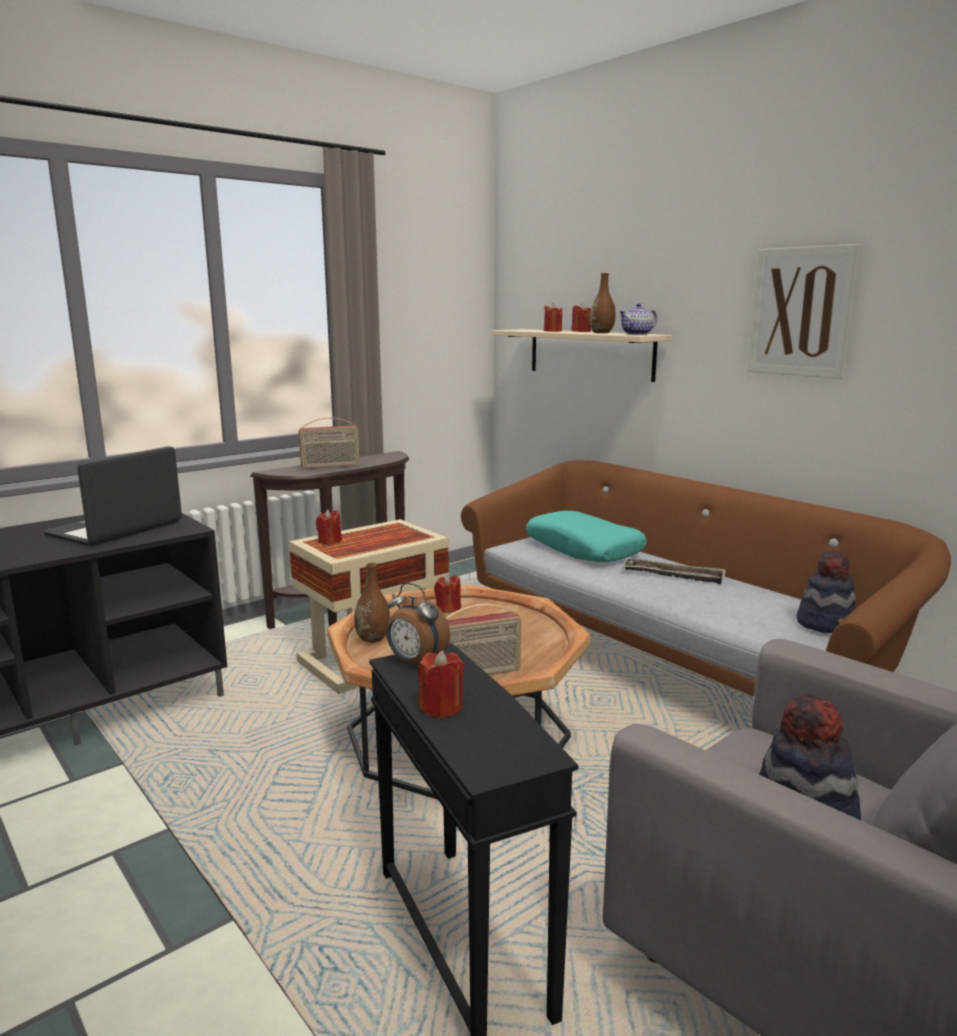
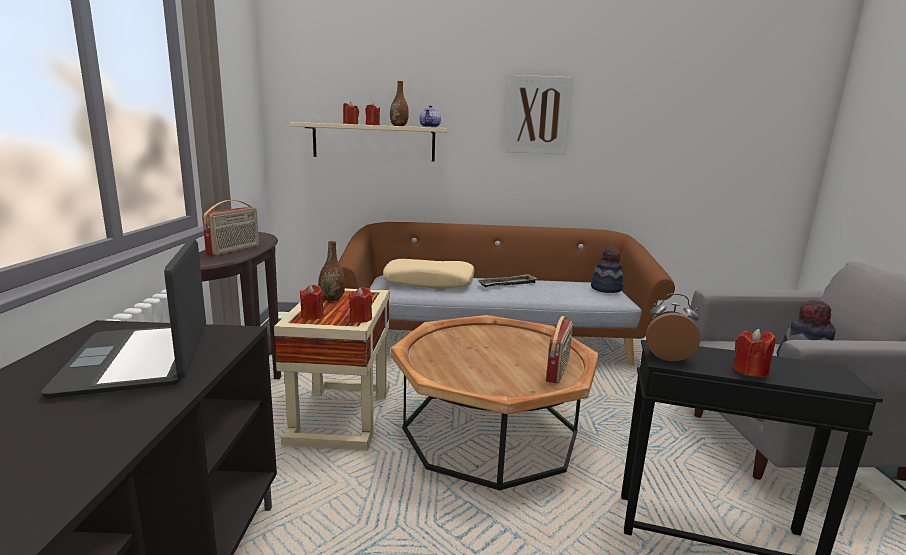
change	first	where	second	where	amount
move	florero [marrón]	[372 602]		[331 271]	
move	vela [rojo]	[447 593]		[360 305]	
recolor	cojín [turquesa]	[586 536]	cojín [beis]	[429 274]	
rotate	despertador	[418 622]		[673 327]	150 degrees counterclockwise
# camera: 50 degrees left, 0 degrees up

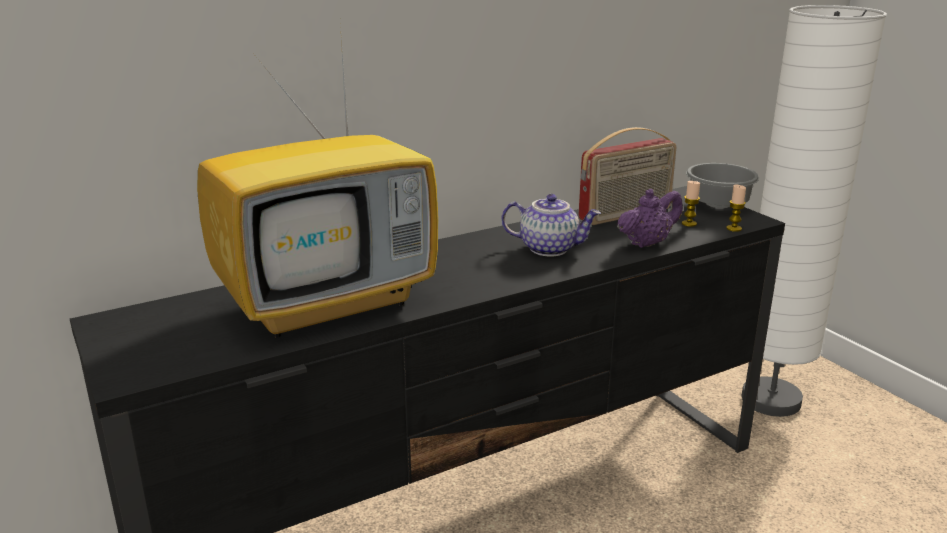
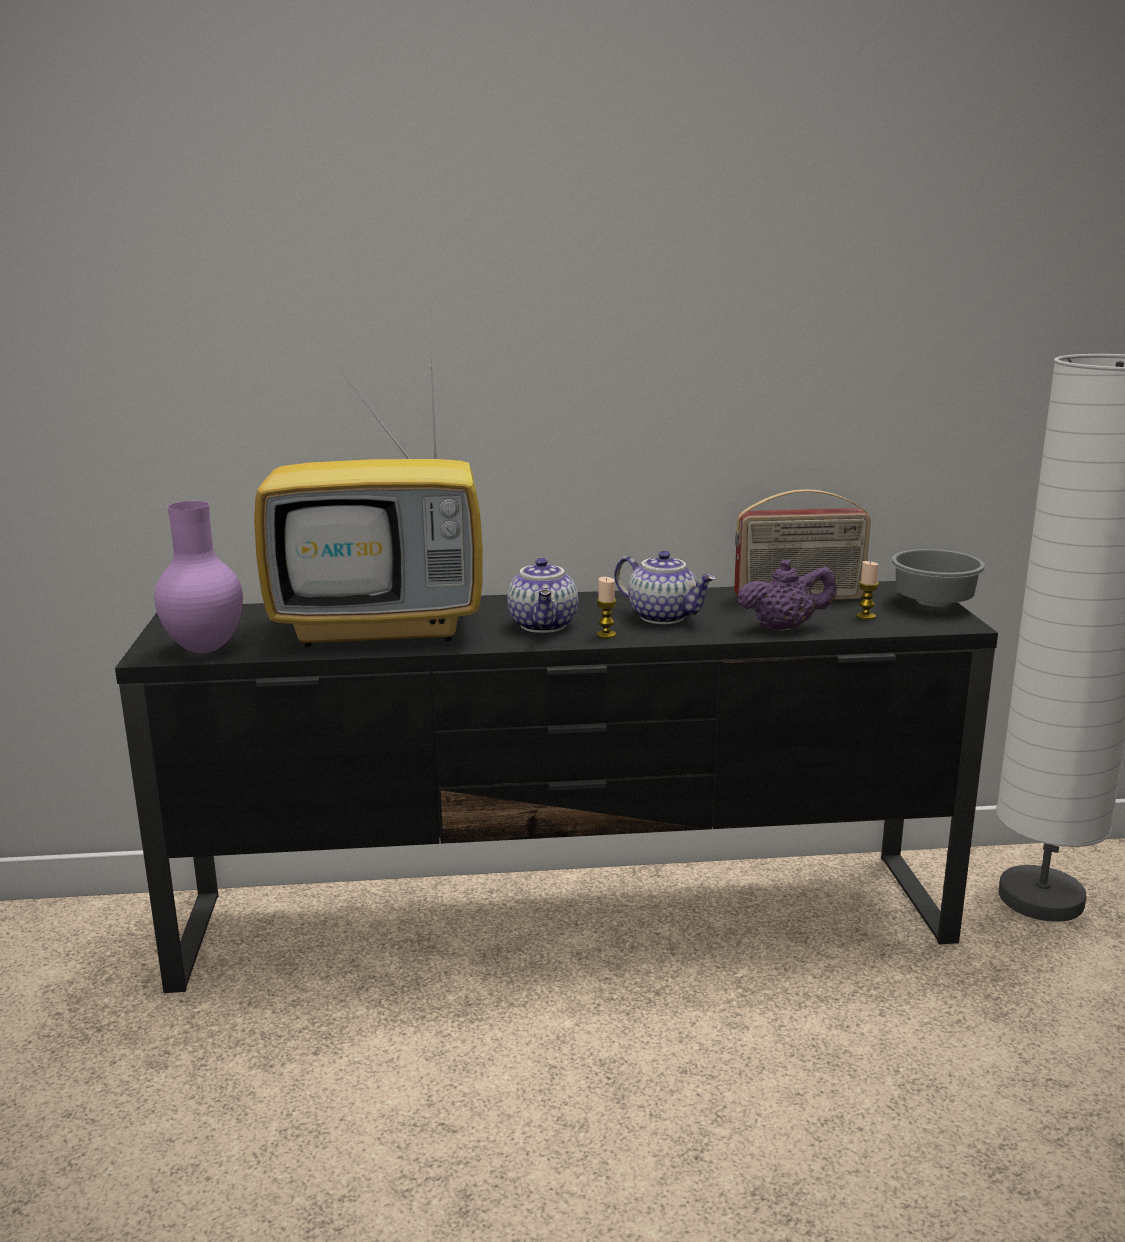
change	first	where	second	where	amount
insert			florero [morado]	[198 577]	
insert			tetera	[542 595]	
move	vela	[736 208]		[606 607]	
# camera: 25 degrees right, 5 degrees down

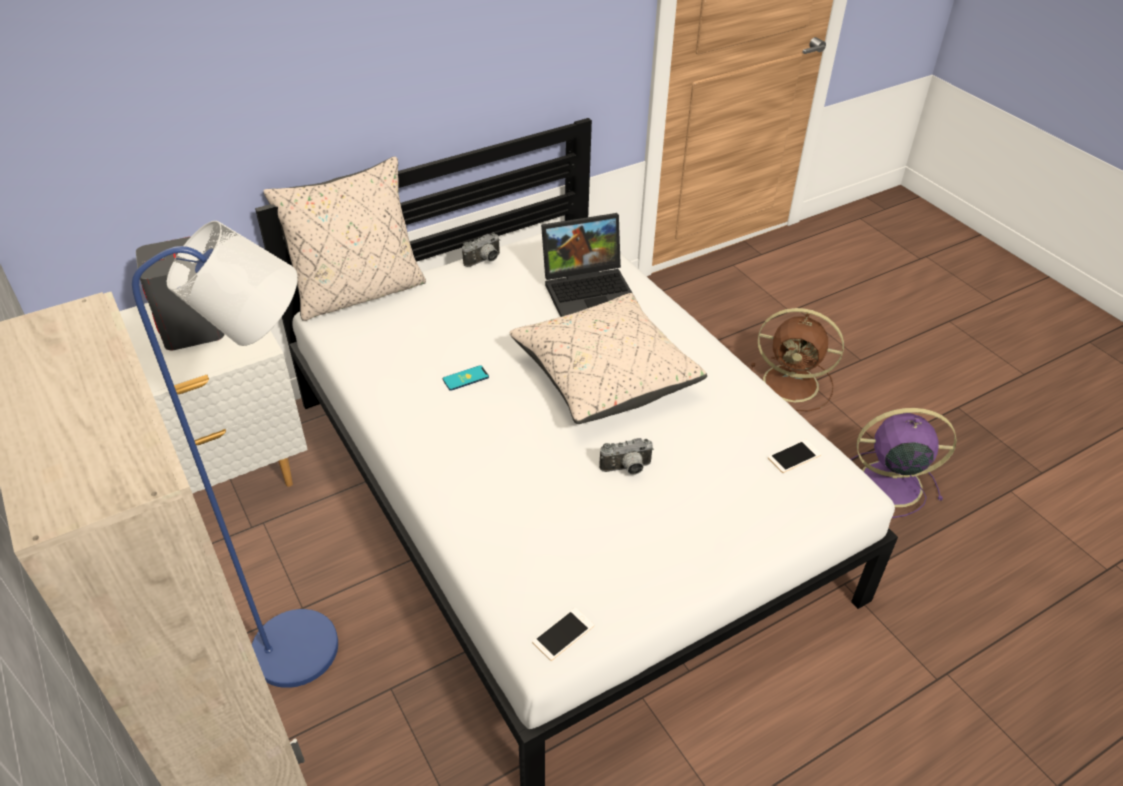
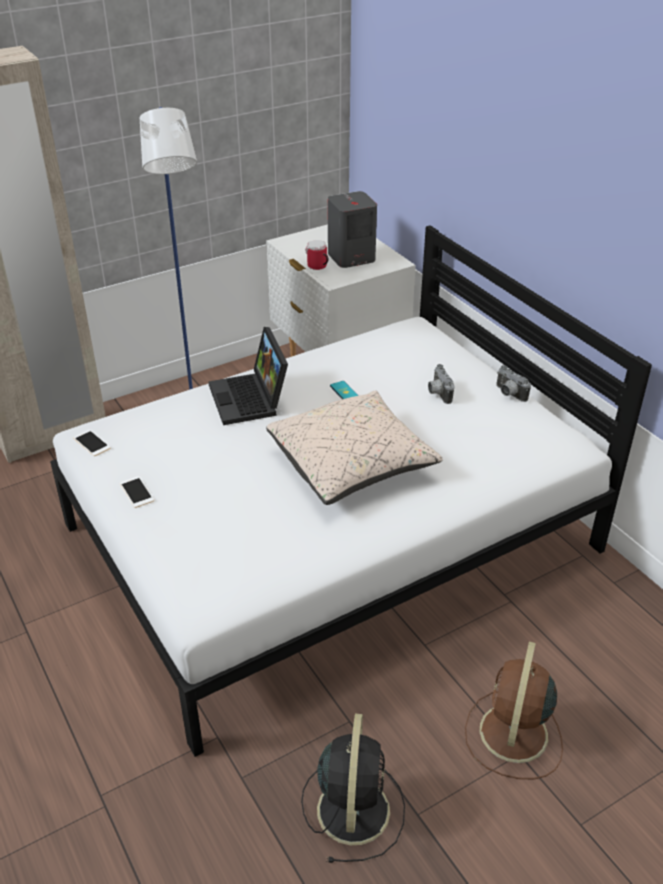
change	first	where	second	where	amount
delete	cojín [beis]	[344 239]			
insert			taza grande	[317 255]	
move	portátil	[589 265]		[248 376]	
move	cámara	[626 456]		[441 384]	
move	móvil	[794 456]		[137 492]	
recolor	ventilador [morado]	[903 463]	ventilador [negro]	[353 788]	
# camera: 90 degrees right, 5 degrees down

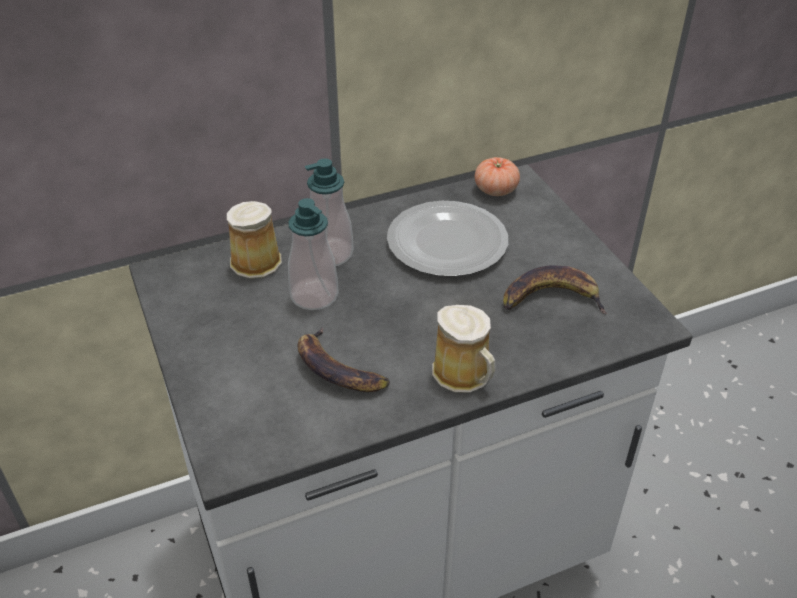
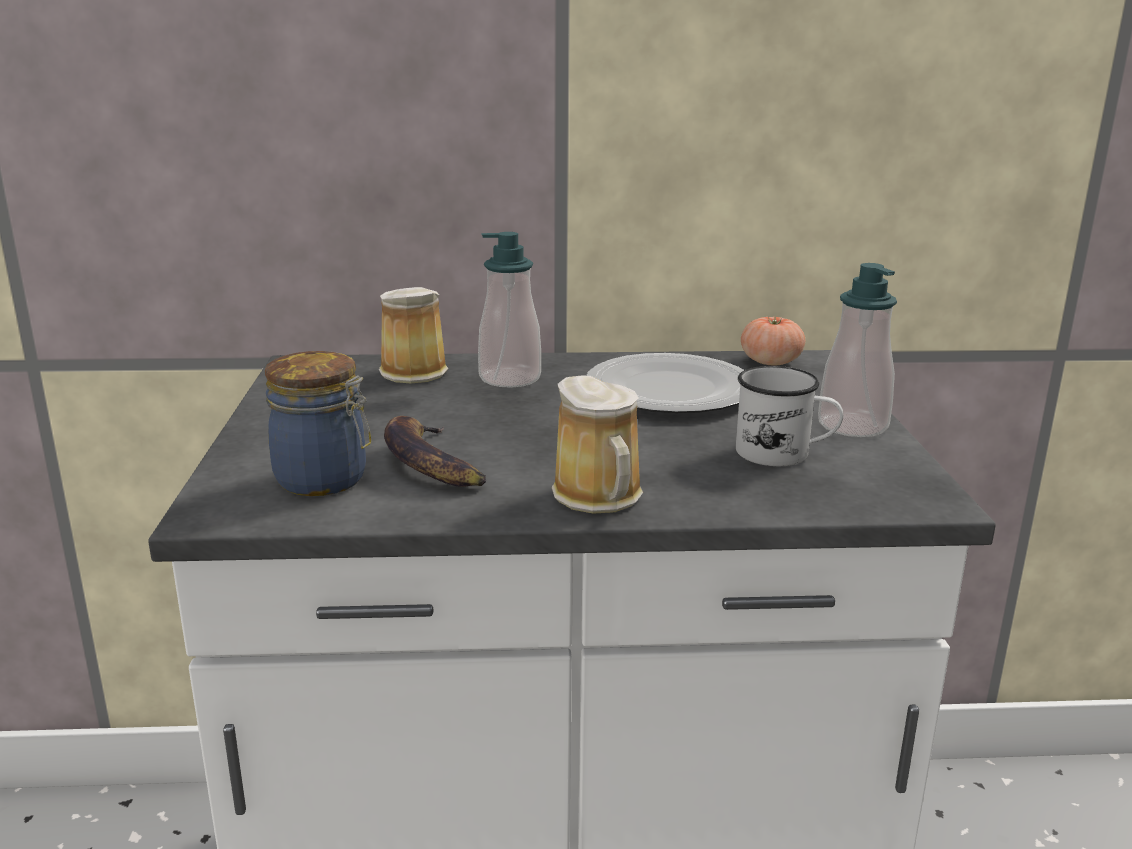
change	first	where	second	where	amount
insert			tarro	[318 423]	
move	dispensador de jabón	[313 254]		[857 350]	
replace	plátano	[555 289]	taza grande [blanco]	[790 416]	
# camera: 20 degrees right, 20 degrees down

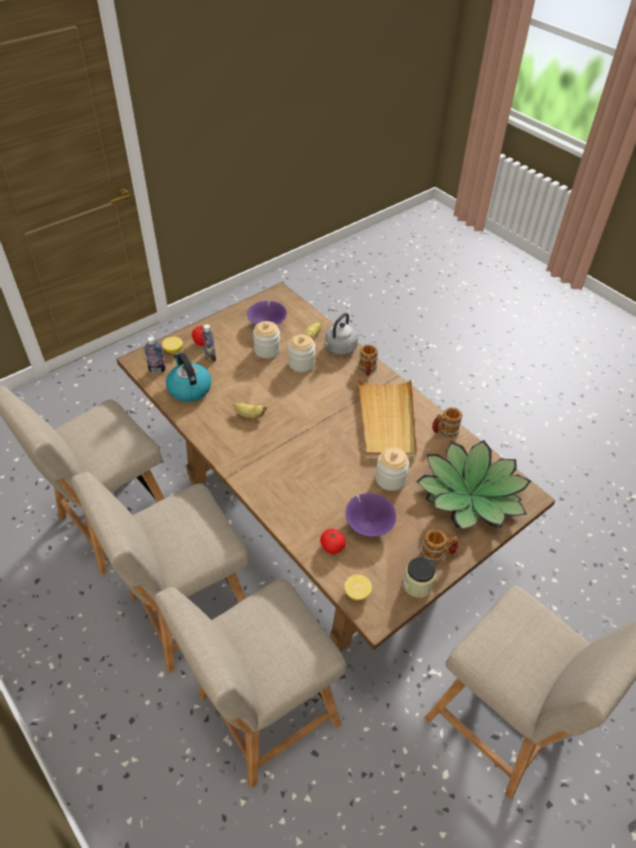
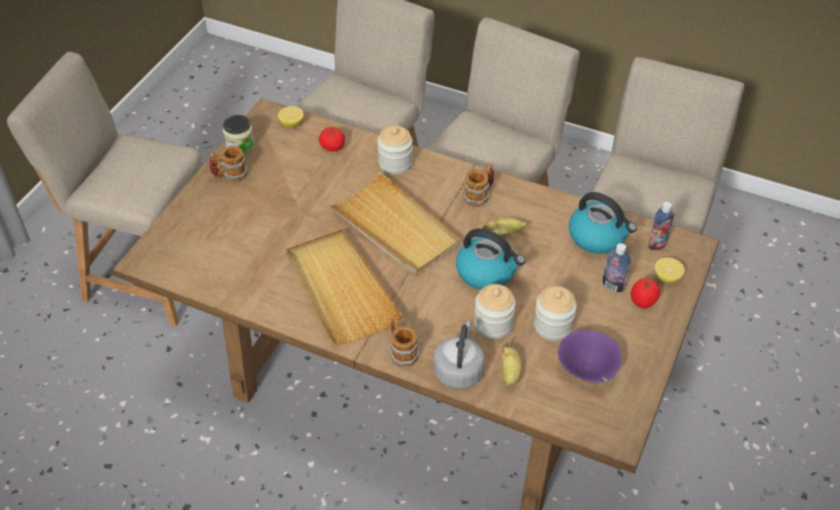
change	first	where	second	where	amount
delete	cuenco [morado]	[371 515]			
delete	planta en maceta	[473 485]			
insert			bandeja [beis]	[394 223]	
insert			hervidor	[490 259]	
move	tarro	[392 469]		[395 150]	
move	taza grande	[447 422]		[478 185]	
# camera: 155 degrees right, 0 degrees up

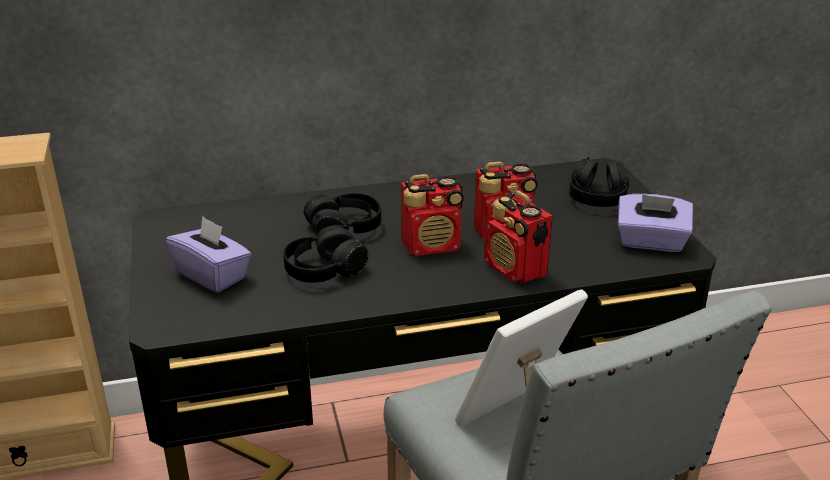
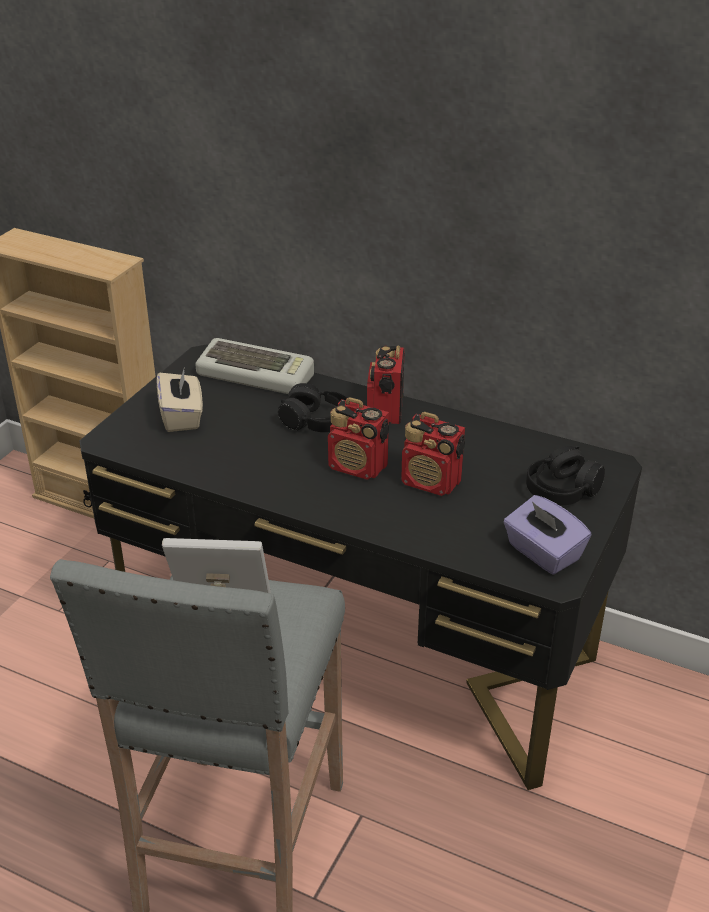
change	first	where	second	where	amount
delete	auriculares [negro]	[325 254]			
insert			teclado	[254 366]	
move	radio	[518 236]		[386 385]	
recolor	caja de pañuelos [morado]	[209 254]	caja de pañuelos [beis]	[179 399]	
# camera: 40 degrees right, 5 degrees up

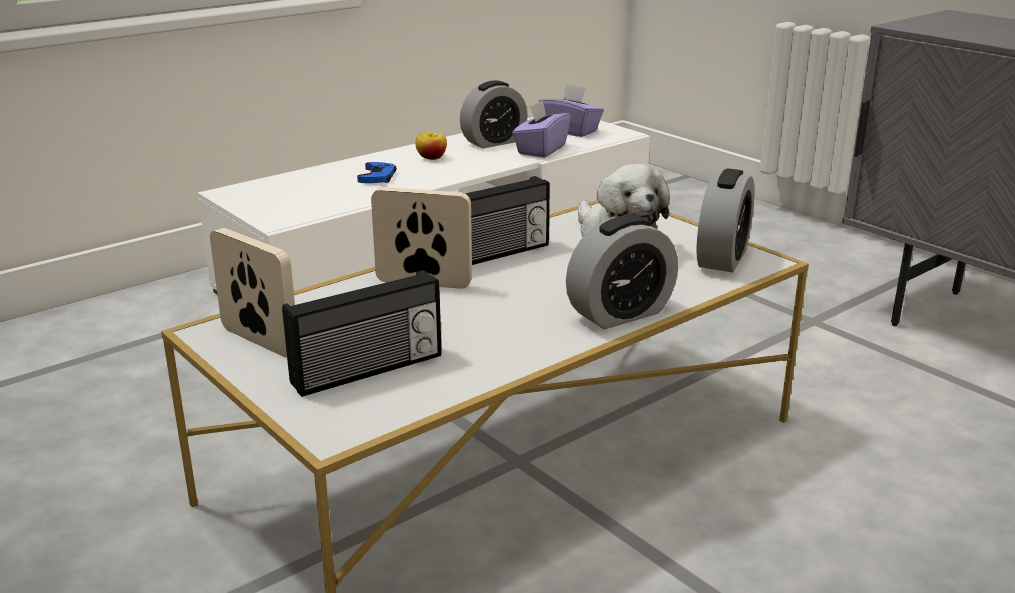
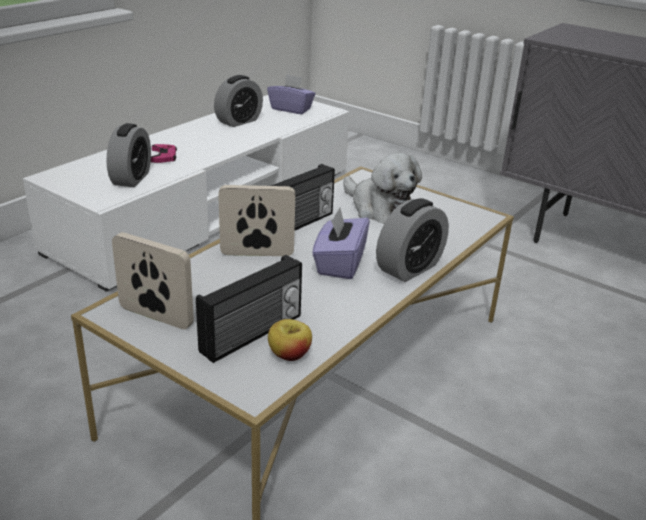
change	first	where	second	where	amount
move	manzana	[431 146]		[290 340]	
move	caja de pañuelos [morado]	[541 129]		[341 243]	
move	despertador	[725 220]		[128 155]	
recolor	mando de consola [azul]	[377 172]	mando de consola [rosa]	[164 153]	
# camera: 15 degrees left, 5 degrees up

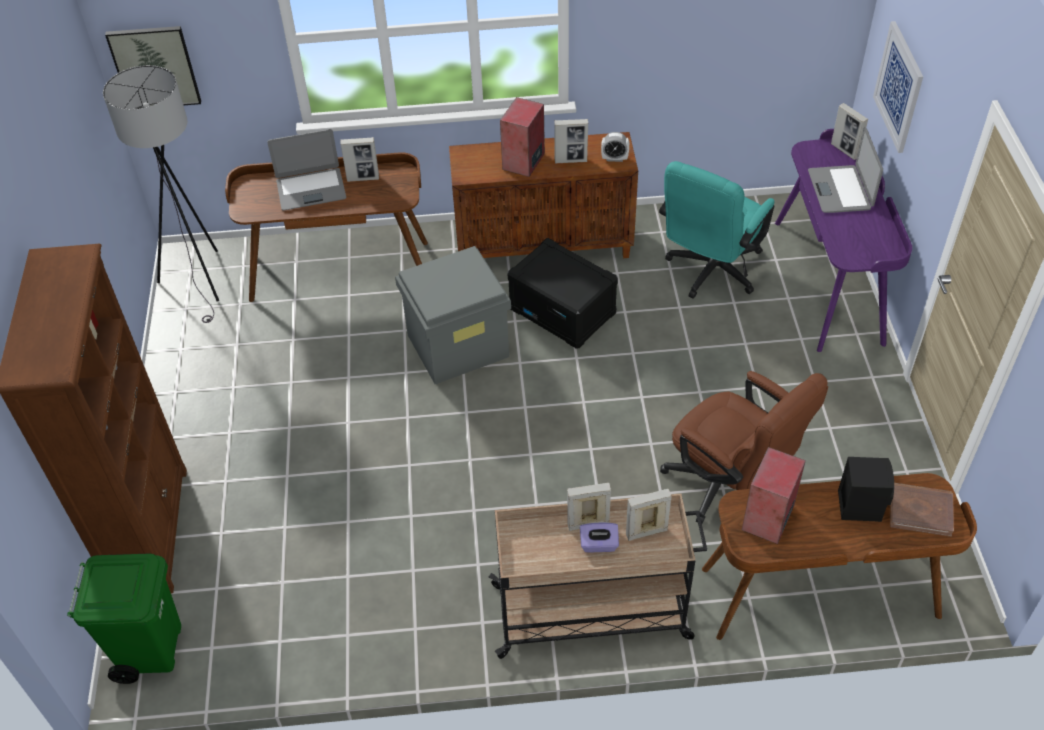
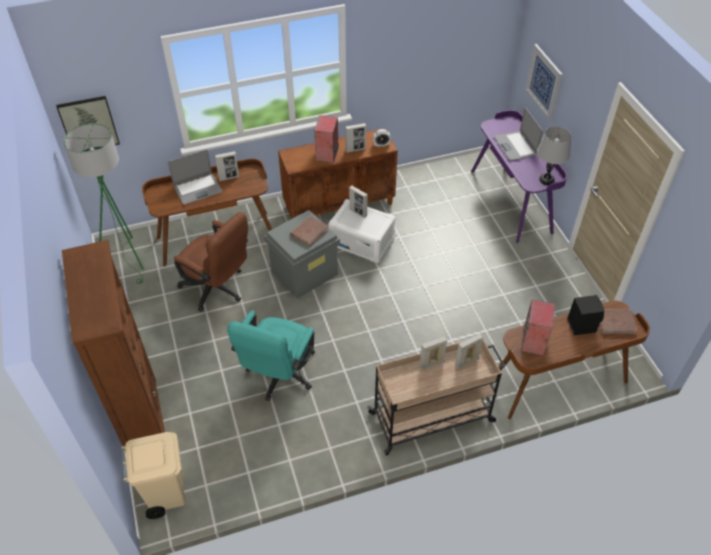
change	first	where	second	where	amount
delete	caja de pañuelos [morado]	[599 538]			
insert			libro [marrón]	[309 231]	
insert			lámpara de mesa [gris]	[554 155]	
move	silla de oficina [turquesa]	[717 230]		[271 355]	
move	silla de oficina [marrón]	[744 447]		[211 262]	
move	portarretratos	[849 131]		[358 202]	
recolor	papelera [verde]	[124 619]	papelera [beis]	[154 475]	
recolor	lámpara de pie [gris]	[161 194]	lámpara de pie [verde]	[104 203]	
recolor	caja de almacenaje [negro]	[562 293]	caja de almacenaje [blanco]	[362 231]	
# camera: 15 degrees left, 0 degrees up

